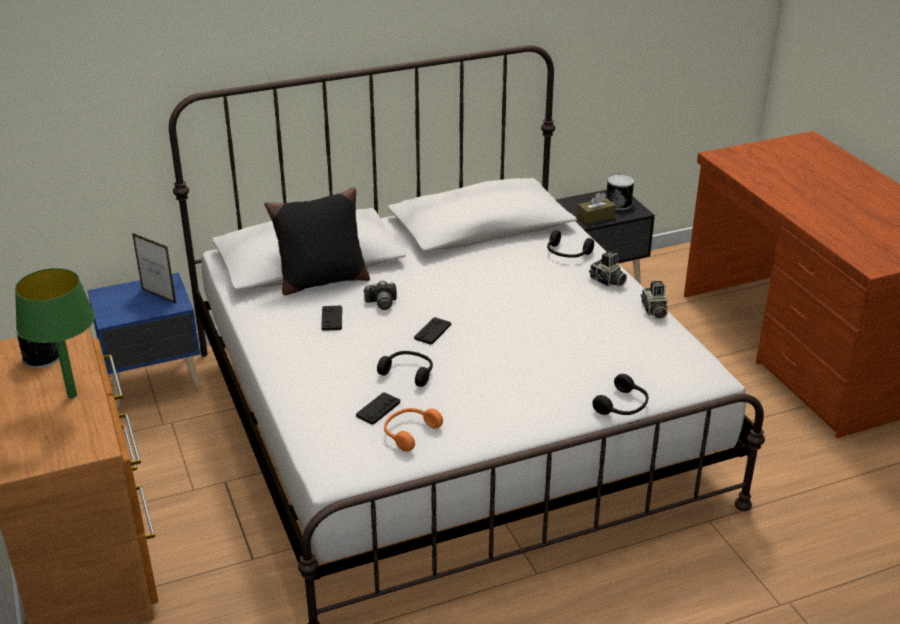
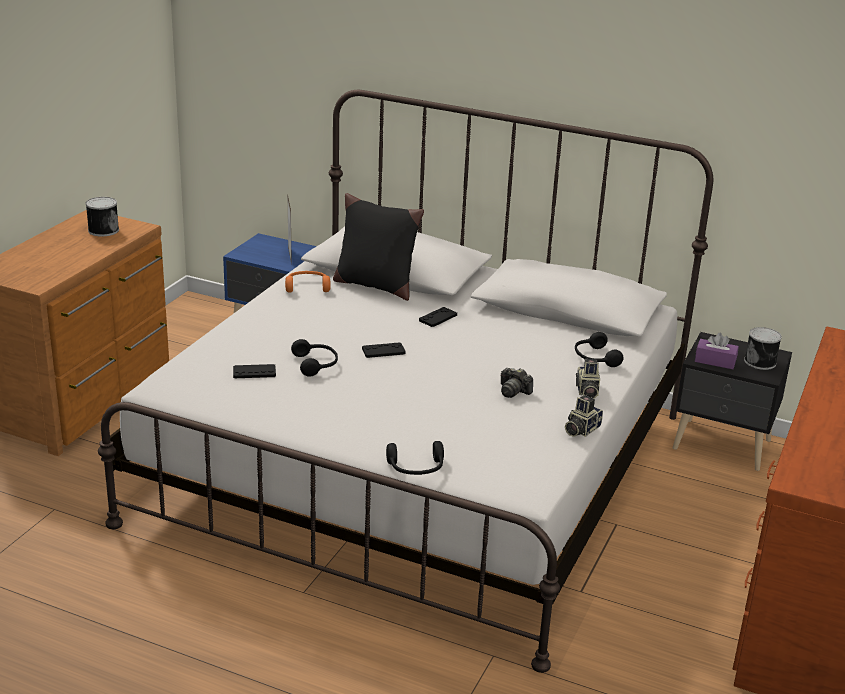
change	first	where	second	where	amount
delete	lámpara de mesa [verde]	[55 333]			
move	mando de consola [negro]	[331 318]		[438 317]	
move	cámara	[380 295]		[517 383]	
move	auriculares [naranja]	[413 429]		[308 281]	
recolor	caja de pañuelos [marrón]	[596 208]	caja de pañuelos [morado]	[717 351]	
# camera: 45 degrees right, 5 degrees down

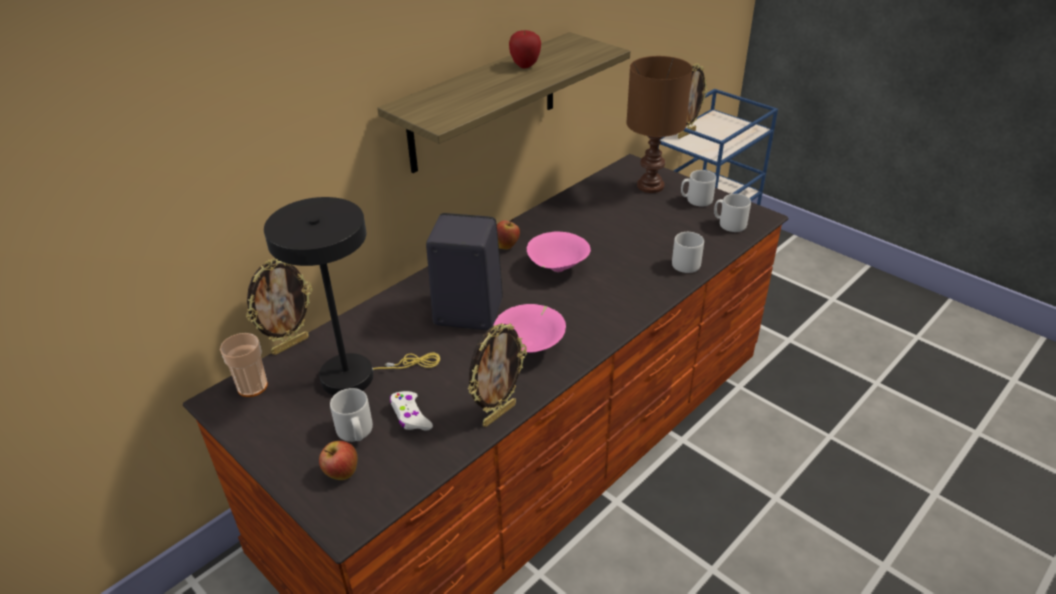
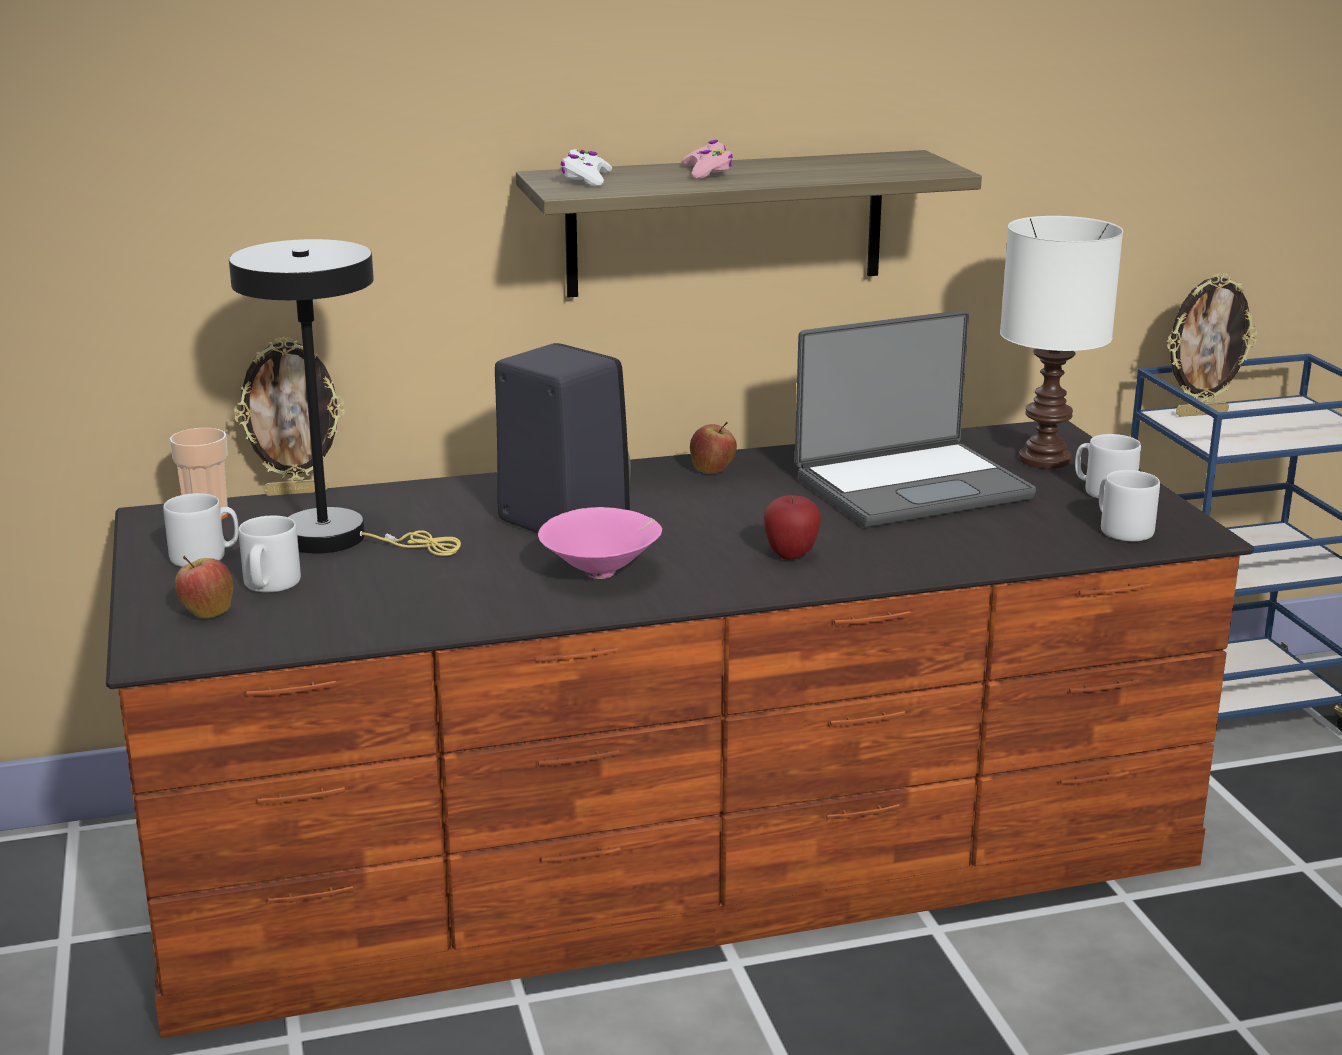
change	first	where	second	where	amount
delete	portarretratos	[497 375]			
delete	cuenco [rosa]	[559 252]			
insert			mando de consola [rosa]	[707 159]	
insert			portátil	[915 418]	
move	mando de consola [blanco]	[411 411]		[586 168]	
move	manzana	[525 49]		[792 527]	
move	taza grande [gris]	[688 252]		[201 530]	
recolor	lámpara de mesa [marrón]	[659 124]	lámpara de mesa [blanco]	[1061 342]	
# camera: 30 degrees right, 15 degrees down

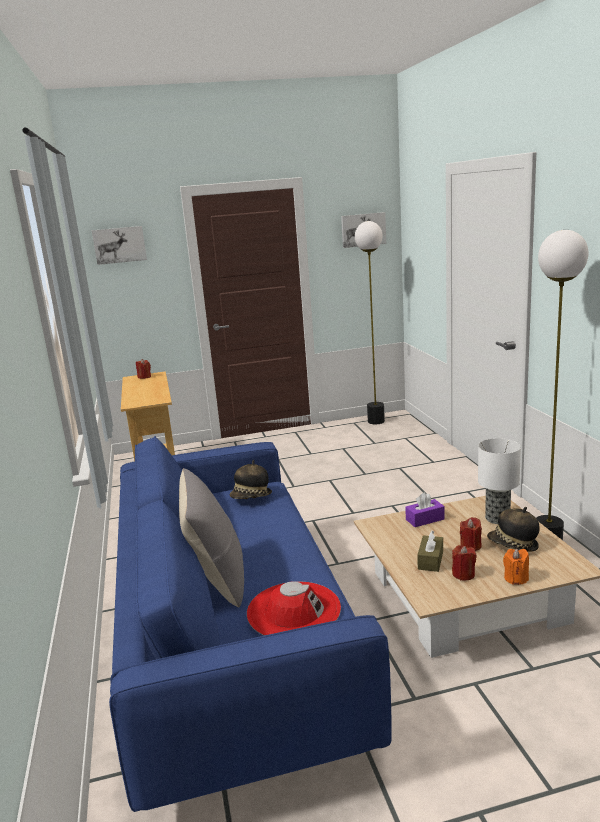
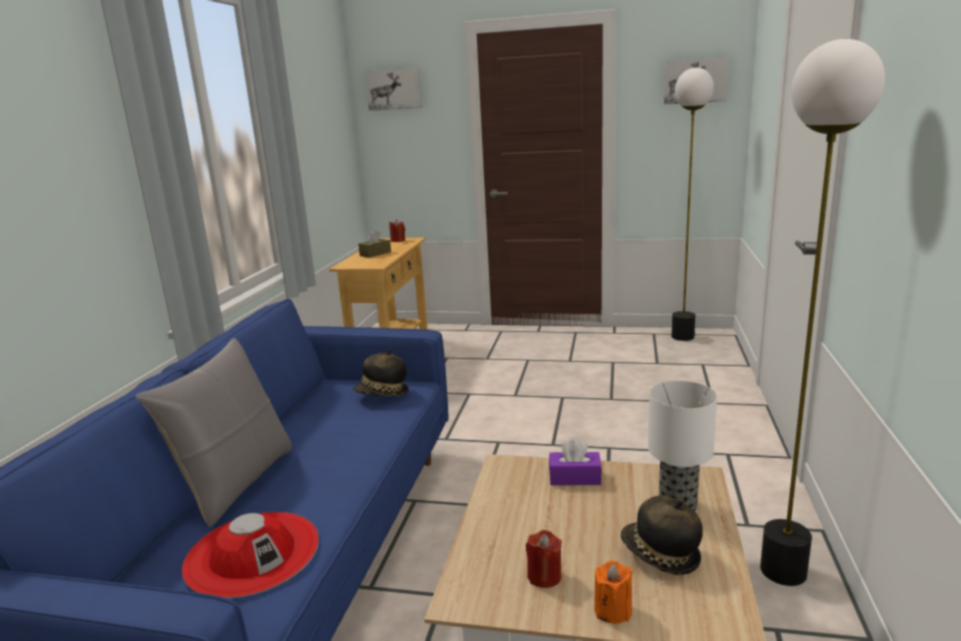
change	first	where	second	where	amount
delete	vela [rojo]	[471 534]			
move	caja de pañuelos [marrón]	[430 551]		[374 244]	
# camera: 25 degrees right, 0 degrees up

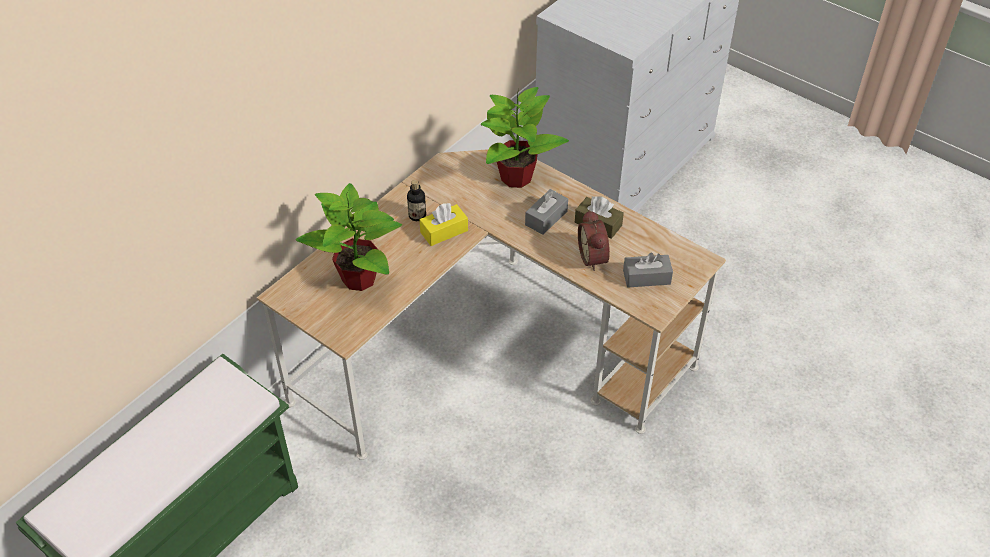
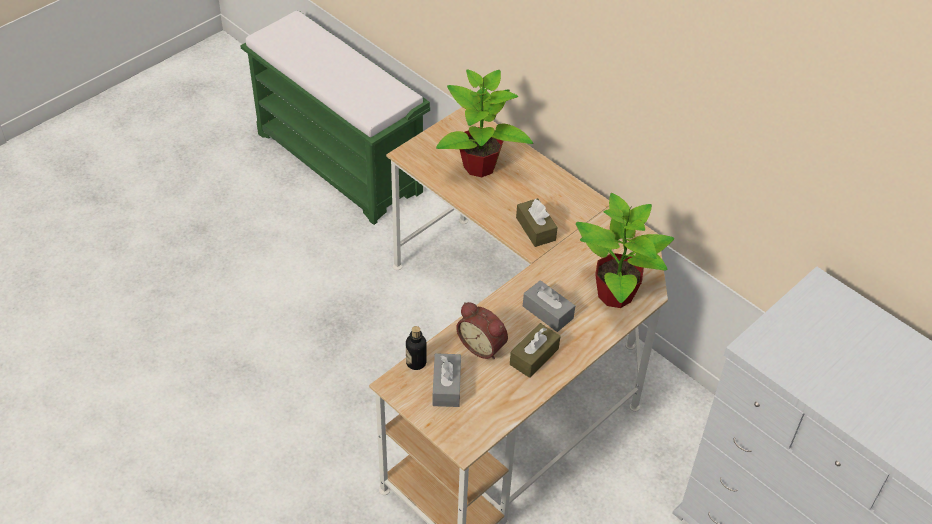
change	first	where	second	where	amount
move	botella	[416 200]		[416 348]	
recolor	caja de pañuelos [amarillo]	[443 224]	caja de pañuelos [marrón]	[537 222]	
rotate	despertador	[594 240]		[482 331]	135 degrees counterclockwise
# camera: 95 degrees right, 0 degrees up

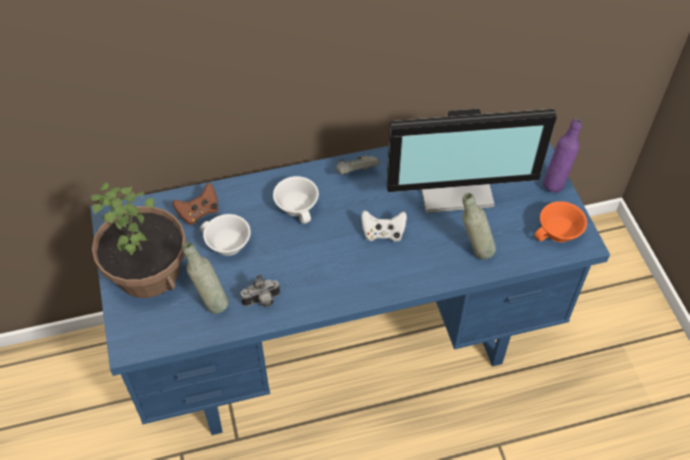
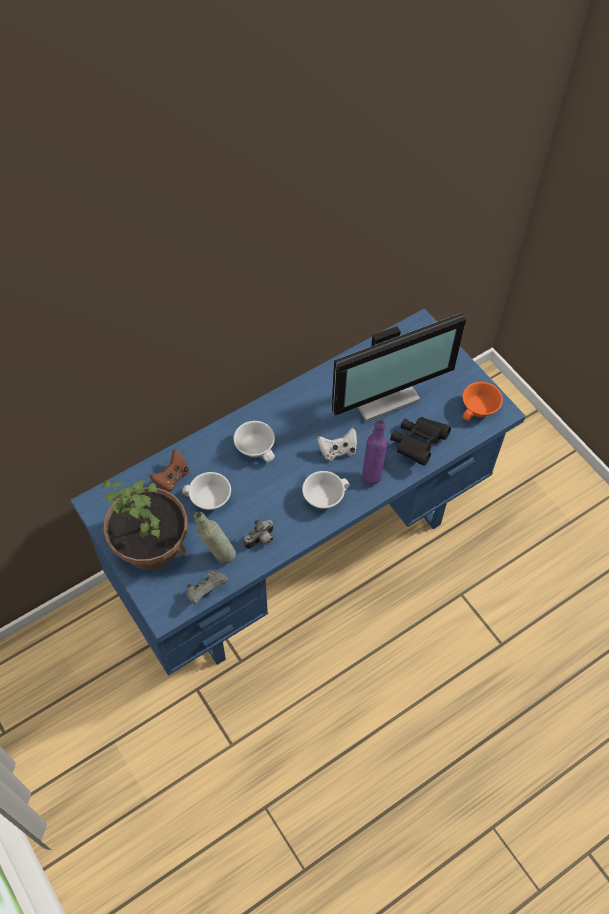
change	first	where	second	where	amount
insert			taza [blanco]	[326 490]	
move	mando de consola [gris]	[357 165]		[207 588]	
move	botella [morado]	[562 155]		[374 451]	
replace	botella [gris]	[479 226]	prismáticos [negro]	[420 441]	
# camera: 20 degrees left, 5 degrees up

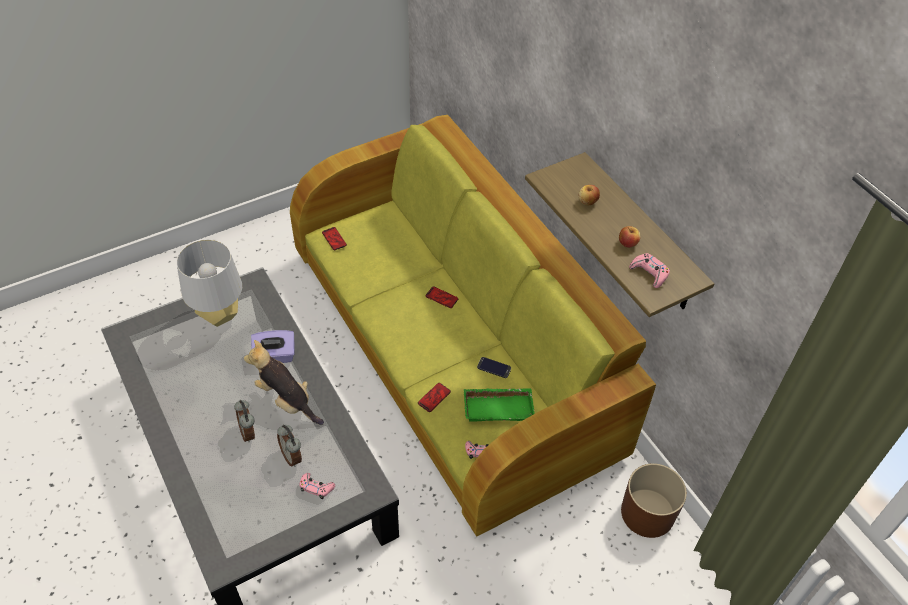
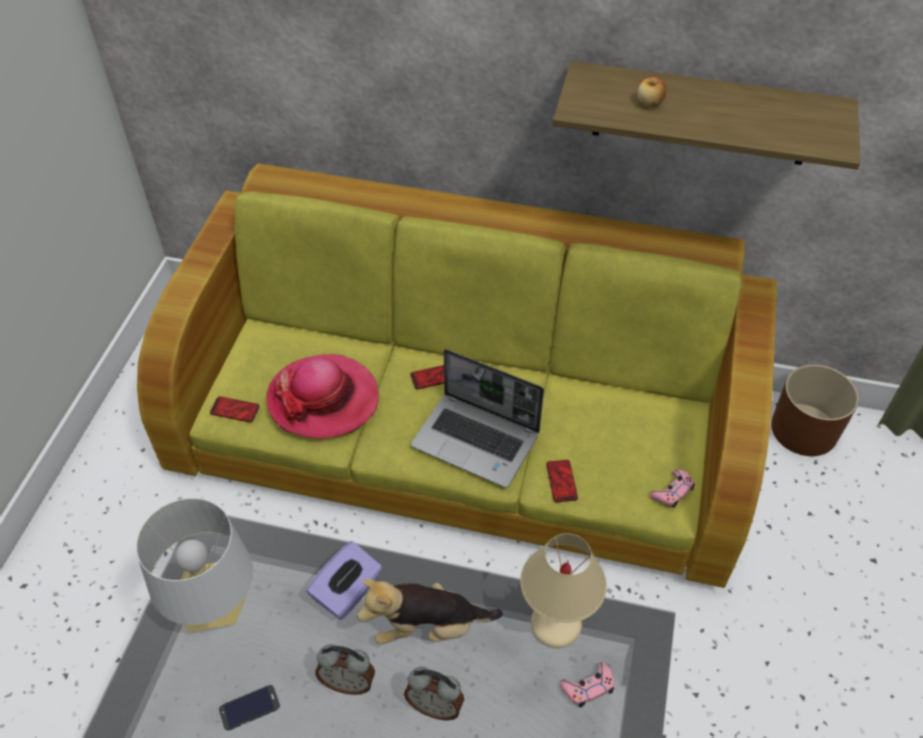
change	first	where	second	where	amount
delete	bandeja [verde]	[499 405]			
delete	manzana	[629 237]			
delete	mando de consola [rosa]	[649 270]			
insert			sombrero	[323 396]	
insert			portátil	[477 418]	
insert			lámpara de mesa [beis]	[563 590]	
move	despertador	[289 446]		[345 669]	
move	móvil	[494 367]		[249 707]	
# camera: 45 degrees left, 0 degrees up

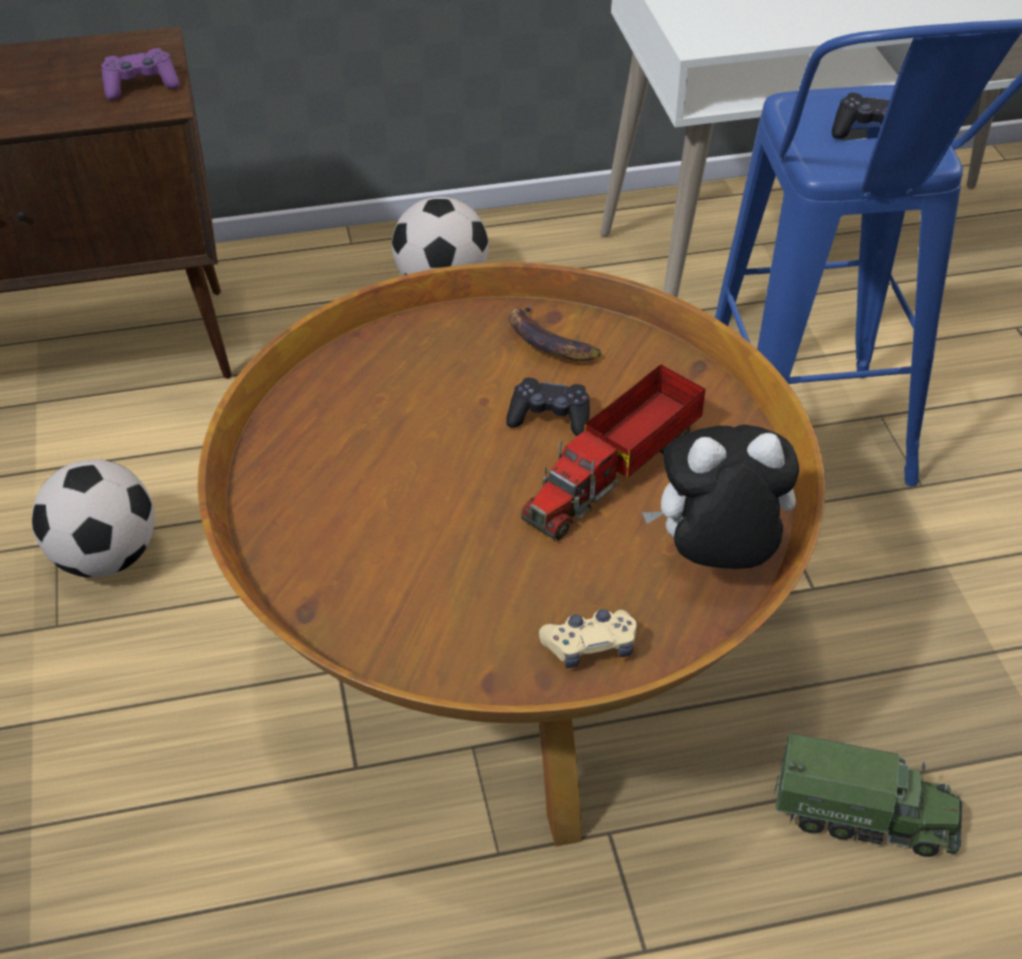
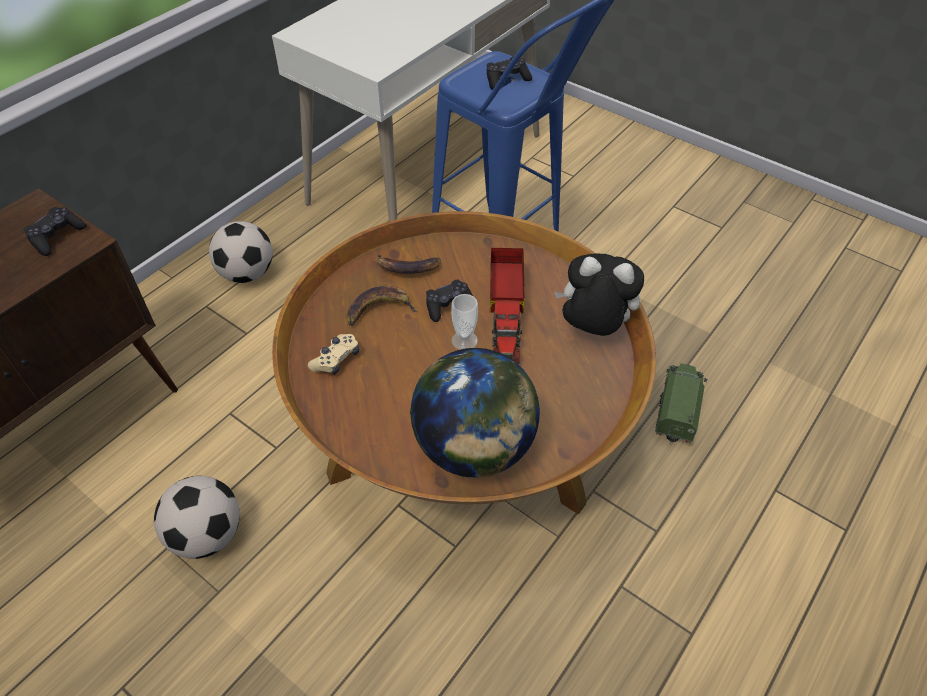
change	first	where	second	where	amount
insert			plátano	[382 306]	
insert			globo terráqueo	[475 413]	
insert			taza	[464 322]	
move	mando de consola [beis]	[588 638]		[333 354]	
recolor	mando de consola [morado]	[140 74]	mando de consola [negro]	[54 231]	
rotate	peluche	[720 497]		[599 294]	60 degrees clockwise
rotate	camión de juguete	[868 795]		[681 404]	45 degrees counterclockwise
# camera: 40 degrees left, 5 degrees up

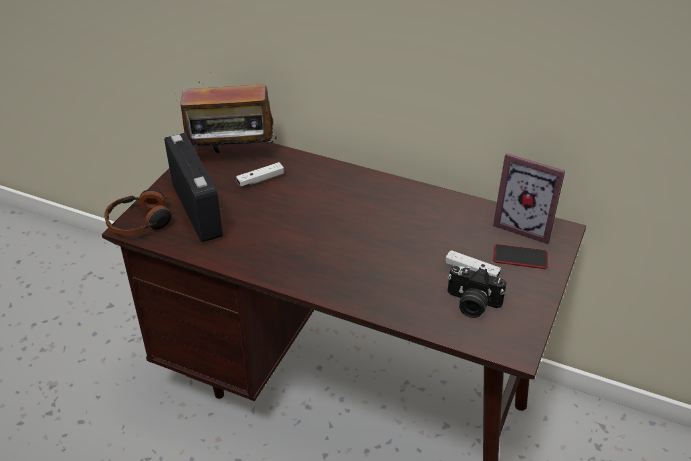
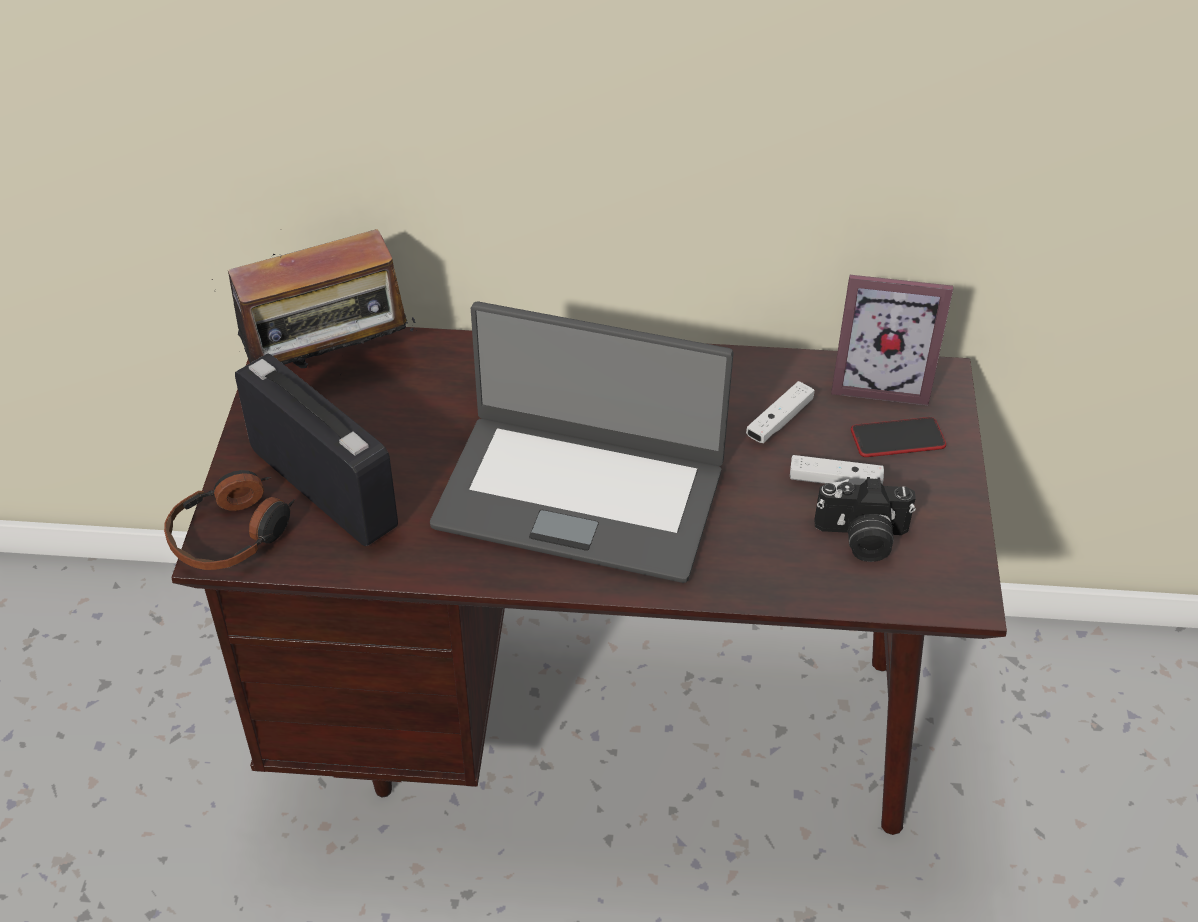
change	first	where	second	where	amount
insert			portátil	[582 442]	
move	mando de consola [blanco]	[260 174]		[780 412]	
# camera: 20 degrees left, 5 degrees up

